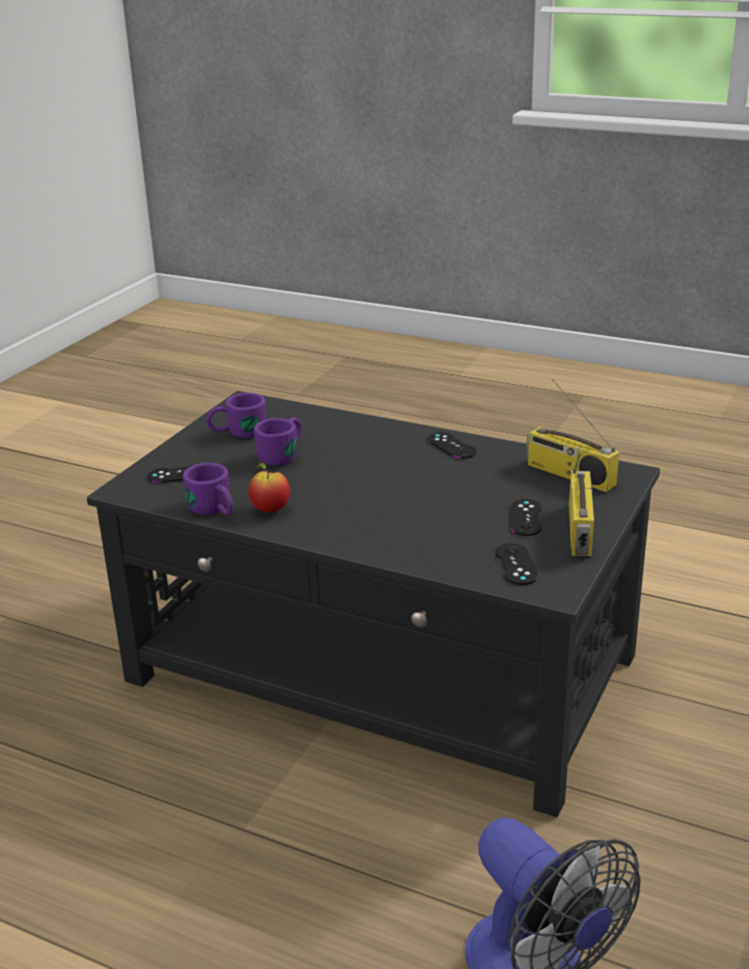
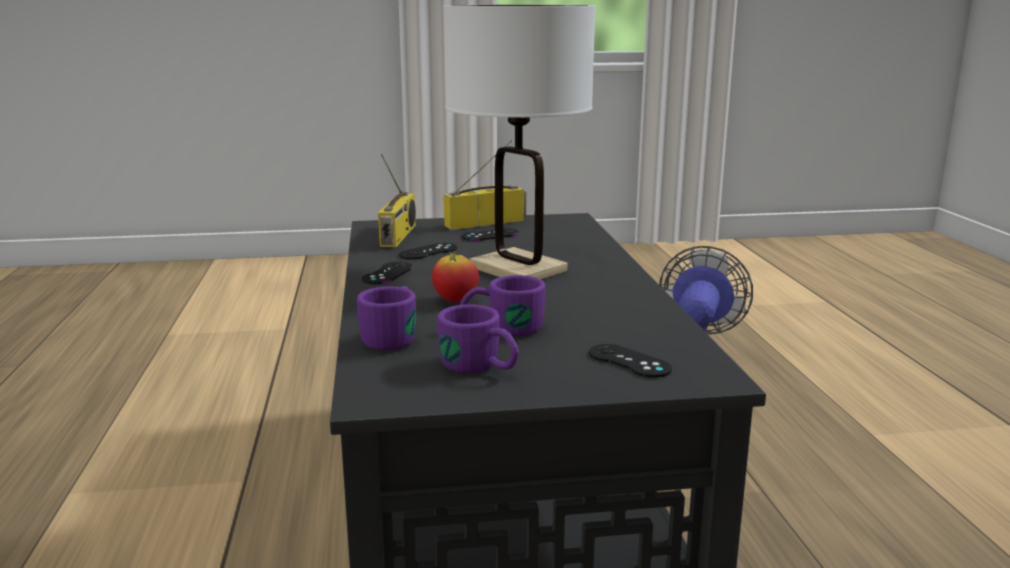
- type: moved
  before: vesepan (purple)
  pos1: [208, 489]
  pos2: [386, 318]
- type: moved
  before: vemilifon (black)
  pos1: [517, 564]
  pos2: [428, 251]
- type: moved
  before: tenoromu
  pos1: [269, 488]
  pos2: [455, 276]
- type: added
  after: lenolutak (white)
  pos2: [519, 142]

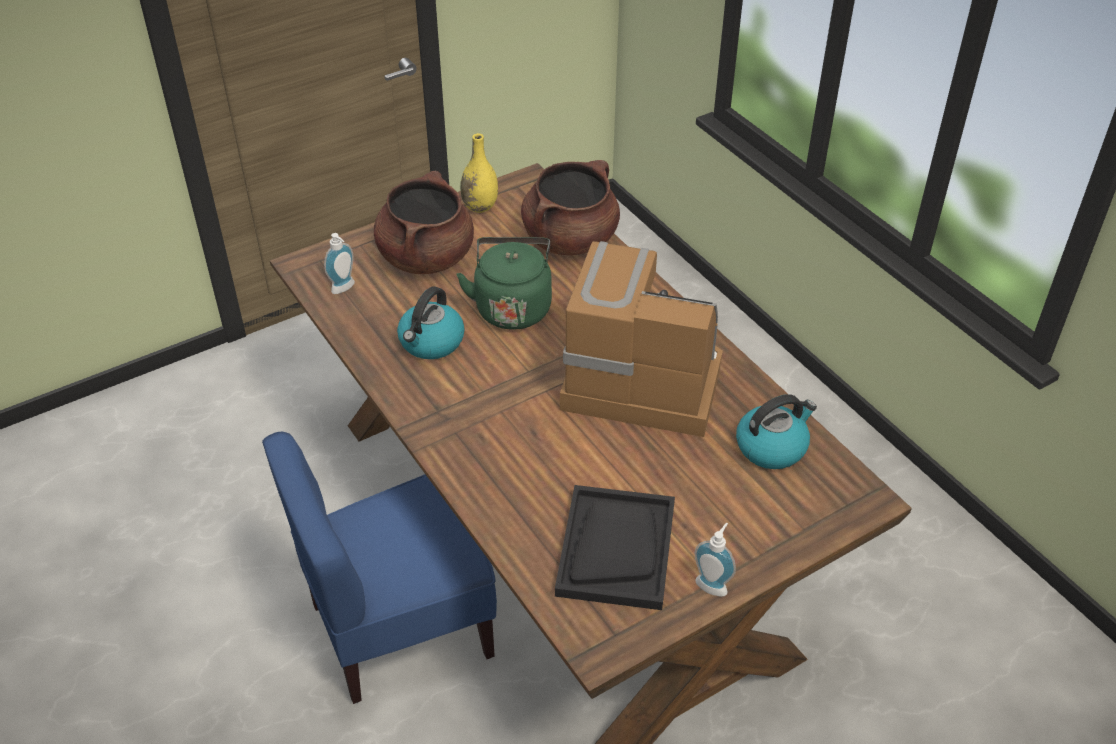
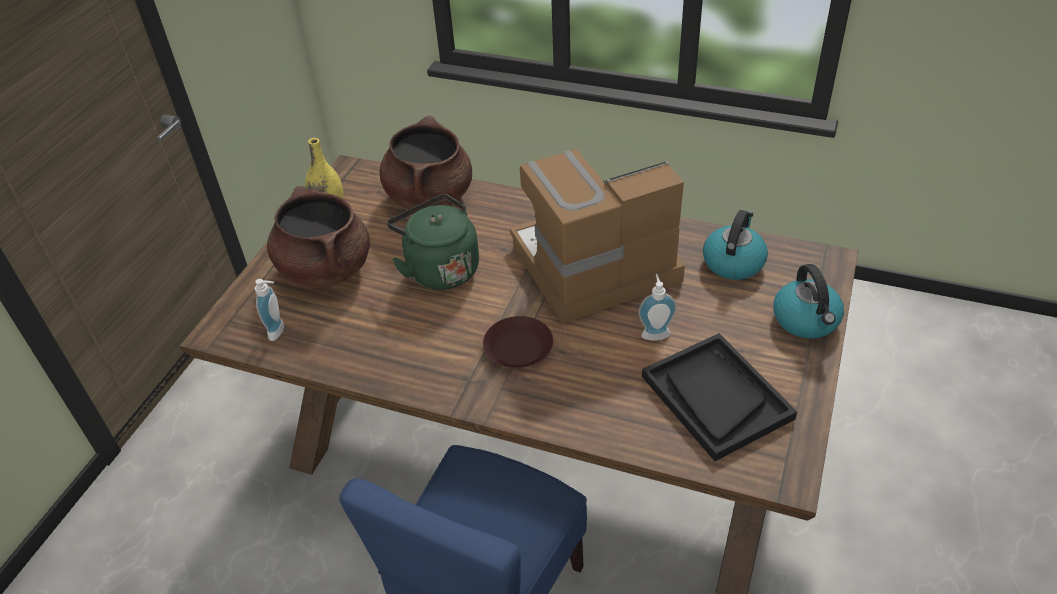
- type: added
  after: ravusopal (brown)
  pos2: [518, 342]
- type: moved
  before: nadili
  pos1: [715, 559]
  pos2: [657, 307]
- type: moved
  before: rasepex
  pos1: [431, 323]
  pos2: [808, 301]

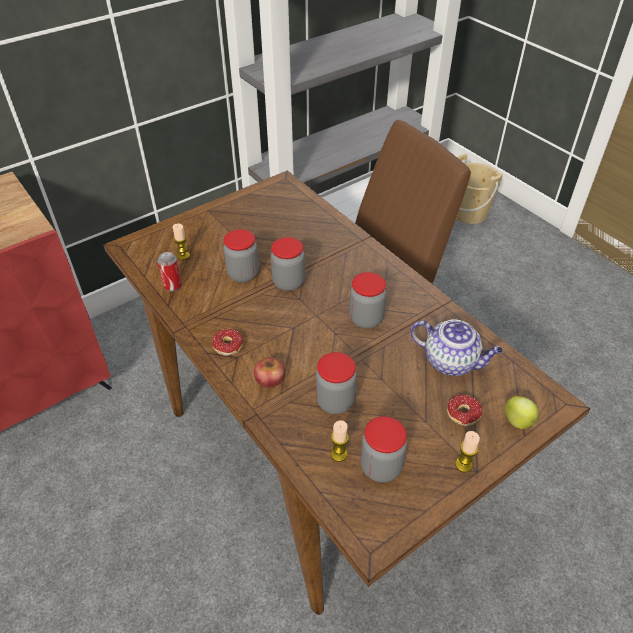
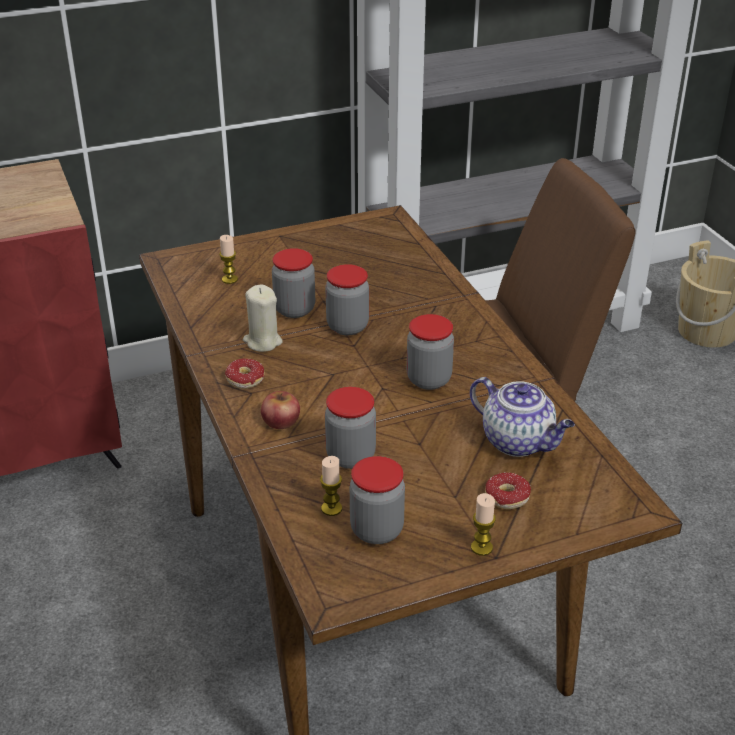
- type: added
  after: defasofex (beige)
  pos2: [263, 318]
- type: removed
  before: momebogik
  pos1: [169, 272]
- type: removed
  before: tenoromu
  pos1: [521, 412]

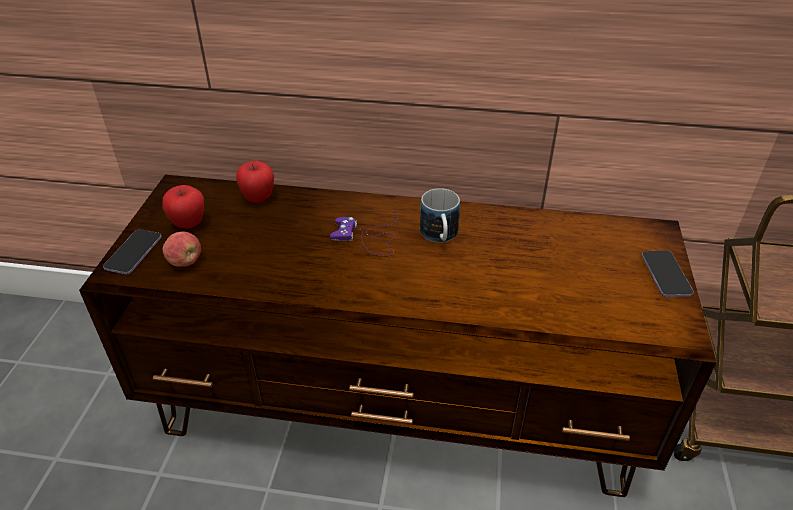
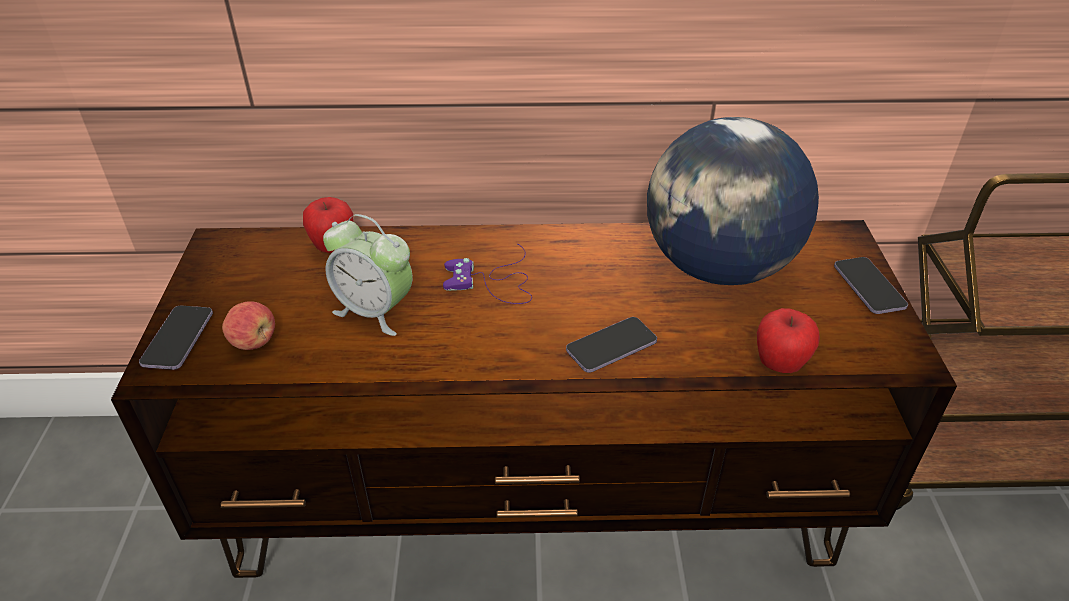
- type: added
  after: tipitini
  pos2: [368, 275]
- type: added
  after: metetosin
  pos2: [611, 345]
- type: added
  after: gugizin
  pos2: [733, 201]
- type: moved
  before: tenoromu
  pos1: [183, 207]
  pos2: [788, 340]
- type: removed
  before: vesepan
  pos1: [440, 215]

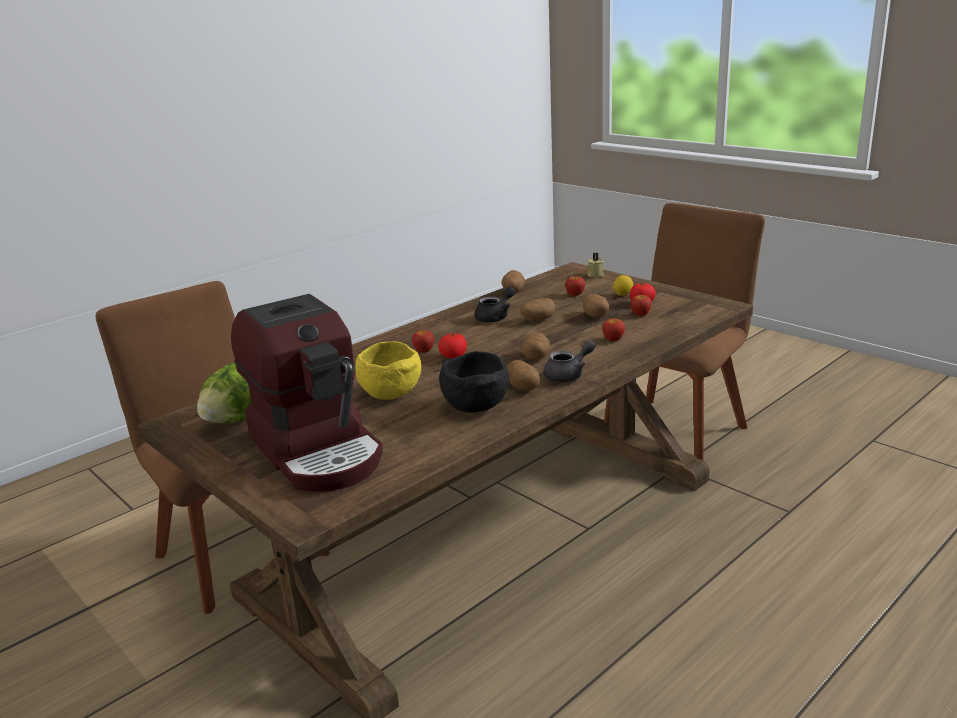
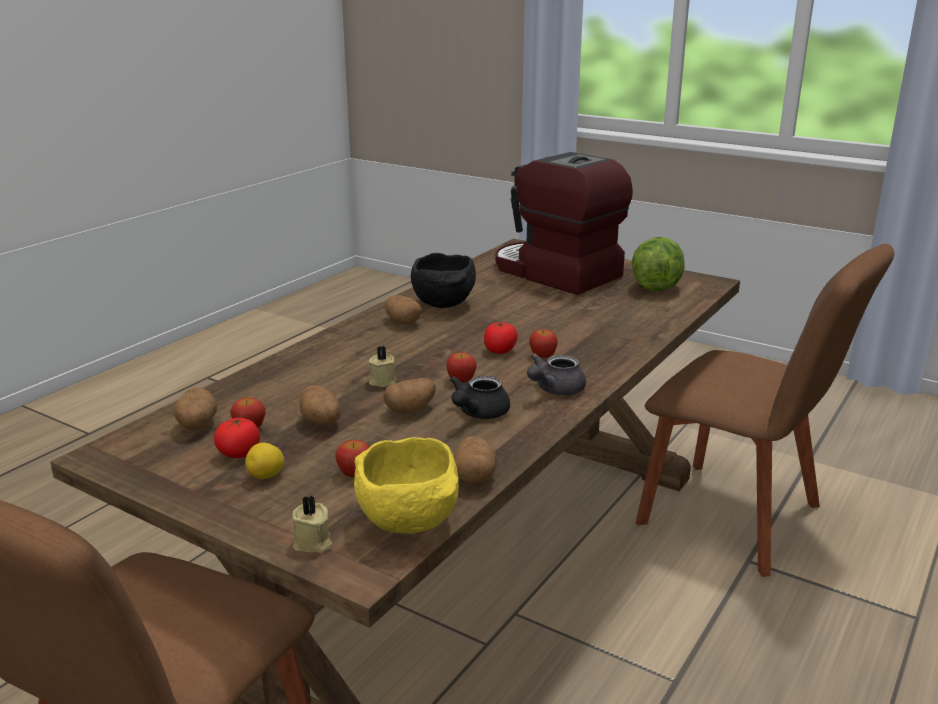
- type: moved
  before: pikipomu
  pos1: [535, 346]
  pos2: [195, 408]
- type: moved
  before: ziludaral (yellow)
  pos1: [388, 370]
  pos2: [406, 485]
- type: added
  after: defasofex (beige)
  pos2: [383, 366]
- type: moved
  before: tenoromu
  pos1: [613, 330]
  pos2: [461, 367]
- type: moved
  before: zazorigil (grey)
  pos1: [569, 361]
  pos2: [556, 374]

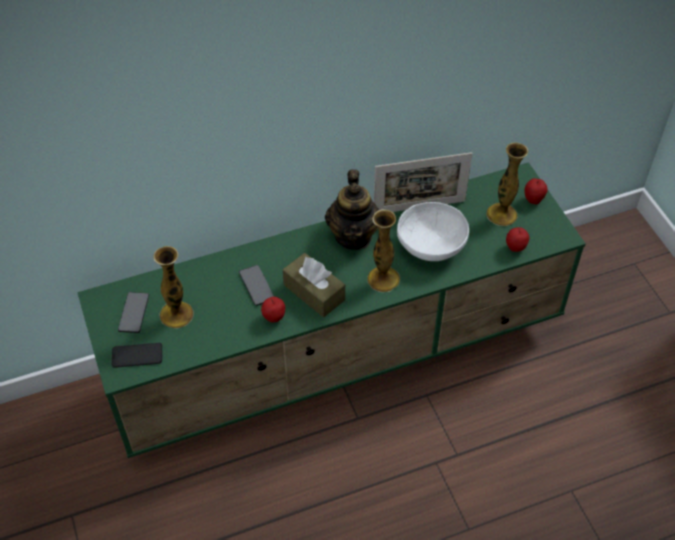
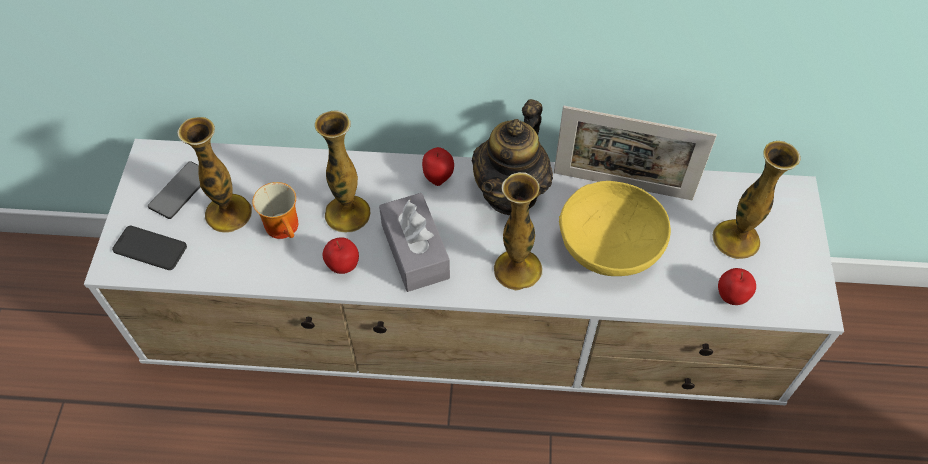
- type: recoloured
  before: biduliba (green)
  after: biduliba (white)
  pos1: [331, 310]
  pos2: [464, 272]
- type: added
  after: vesepan
  pos2: [275, 210]
- type: replaced
  before: metetosin
  after: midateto
  pos1: [256, 285]
  pos2: [342, 171]
- type: recoloured
  before: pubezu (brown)
  after: pubezu (grey)
  pos1: [314, 285]
  pos2: [414, 242]
- type: moved
  before: tenoromu
  pos1: [536, 191]
  pos2: [438, 166]
- type: recoloured
  before: ziludaral (white)
  after: ziludaral (yellow)
  pos1: [433, 231]
  pos2: [615, 228]

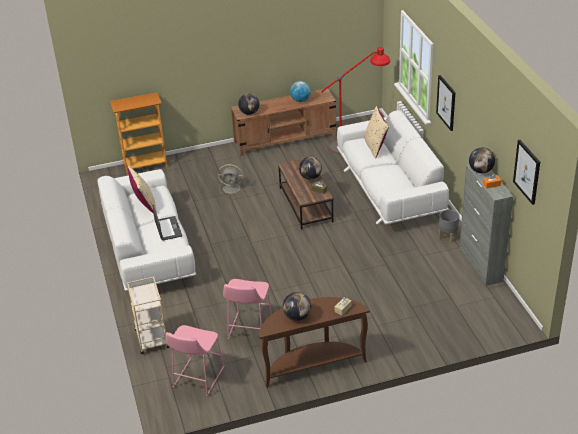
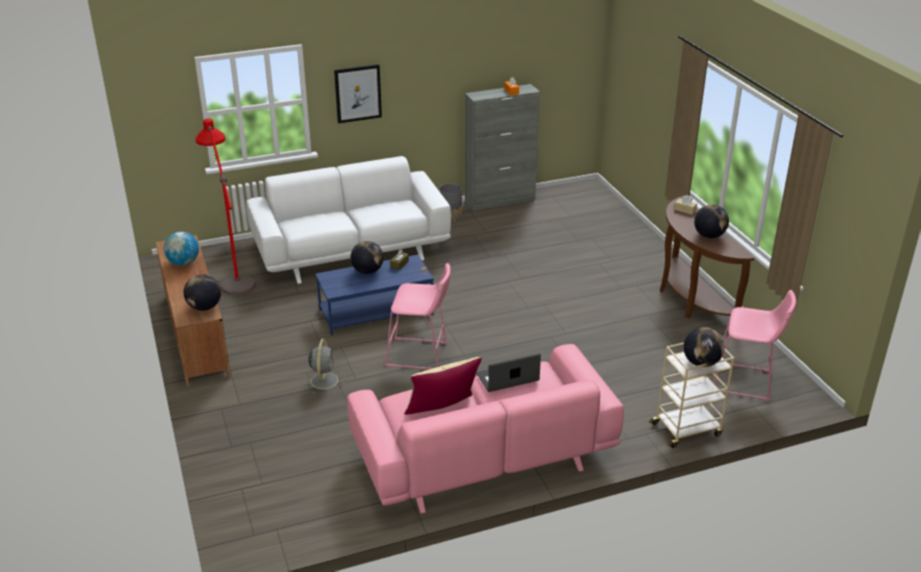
- type: recoloured
  before: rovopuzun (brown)
  after: rovopuzun (blue)
  pos1: [306, 194]
  pos2: [374, 295]
- type: recoloured
  before: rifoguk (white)
  after: rifoguk (pink)
  pos1: [147, 230]
  pos2: [485, 428]
- type: moved
  before: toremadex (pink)
  pos1: [247, 309]
  pos2: [418, 316]
- type: moved
  before: gugizin
  pos1: [482, 160]
  pos2: [703, 347]
- type: removed
  before: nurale
  pos1: [139, 134]
- type: removed
  before: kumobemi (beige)
  pos1: [376, 132]
- type: removed
  before: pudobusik
  pos1: [526, 172]

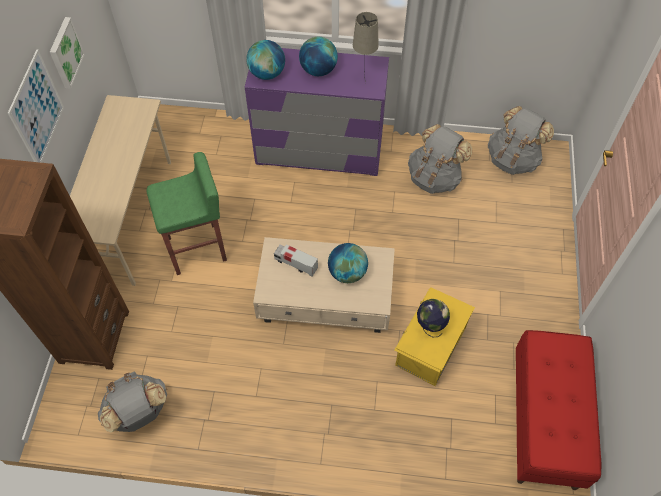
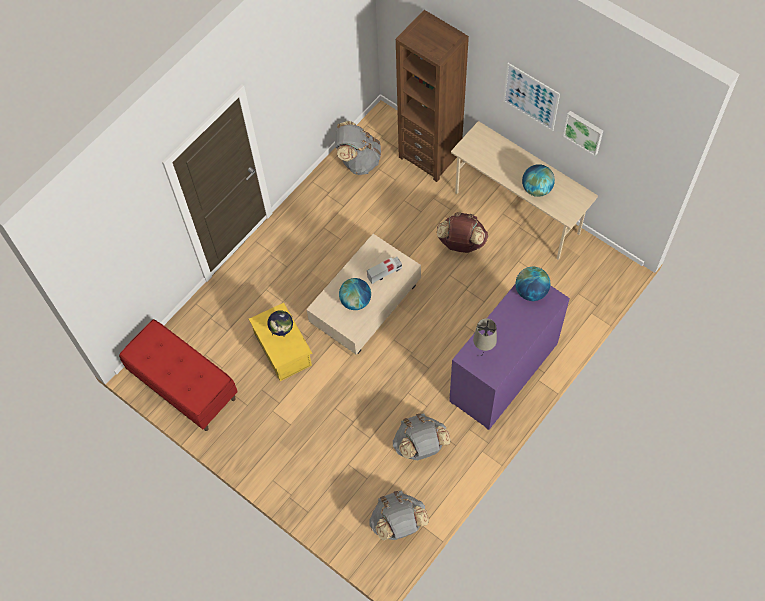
- type: replaced
  before: toremadex (green)
  after: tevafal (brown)
  pos1: [187, 213]
  pos2: [462, 232]
- type: moved
  before: gugizin
  pos1: [318, 56]
  pos2: [538, 180]

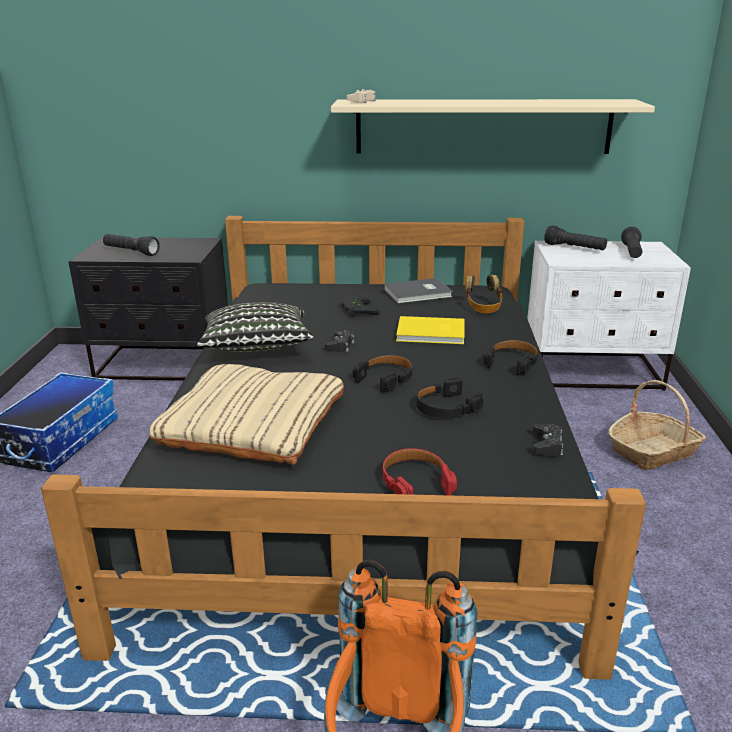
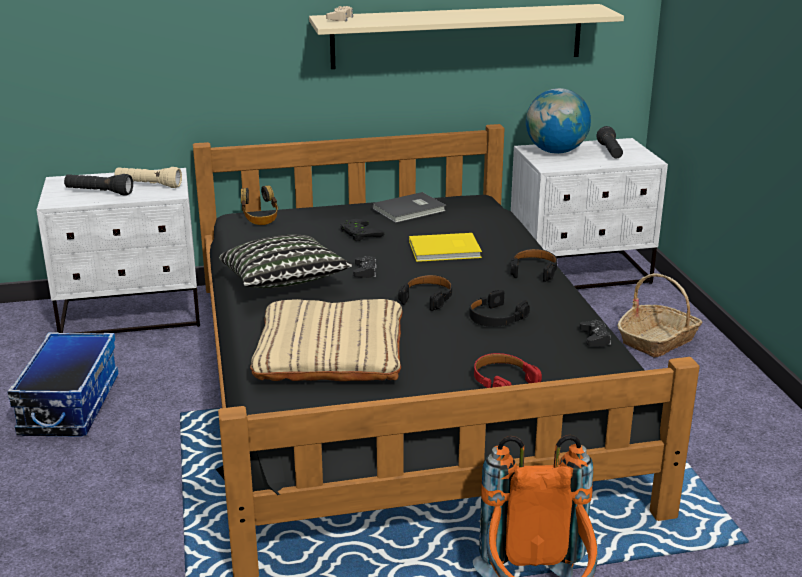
- type: recoloured
  before: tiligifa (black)
  after: tiligifa (white)
  pos1: [148, 309]
  pos2: [118, 250]
- type: added
  after: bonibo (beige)
  pos2: [148, 177]
- type: moved
  before: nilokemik
  pos1: [484, 294]
  pos2: [259, 205]
- type: replaced
  before: bonibo (black)
  after: gugizin
  pos1: [575, 237]
  pos2: [558, 121]

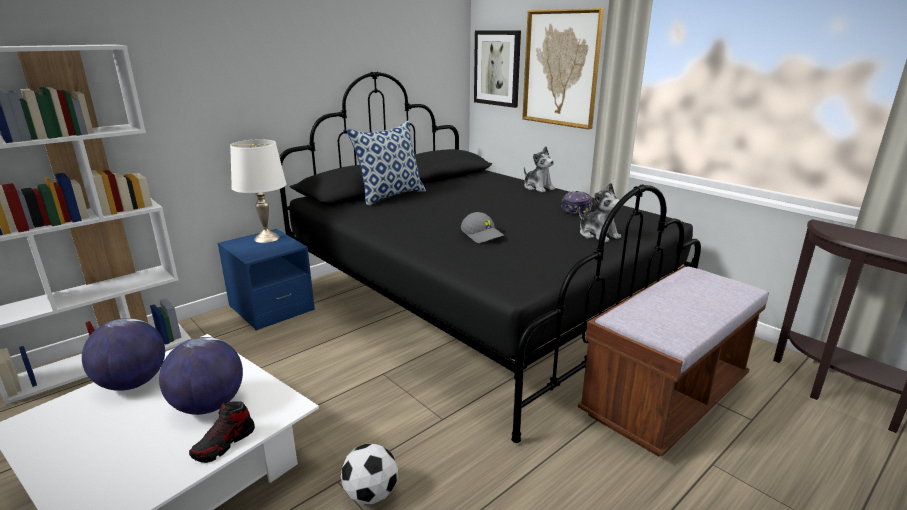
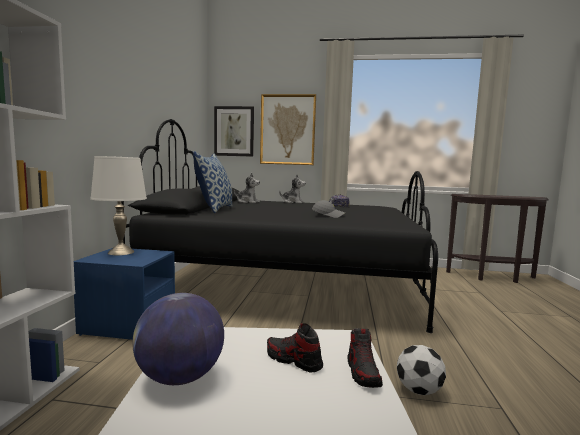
- type: moved
  before: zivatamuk
  pos1: [600, 213]
  pos2: [247, 188]
- type: replaced
  before: gugizin
  after: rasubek
  pos1: [201, 376]
  pos2: [295, 348]
- type: removed
  before: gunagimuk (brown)
  pos1: [673, 361]

